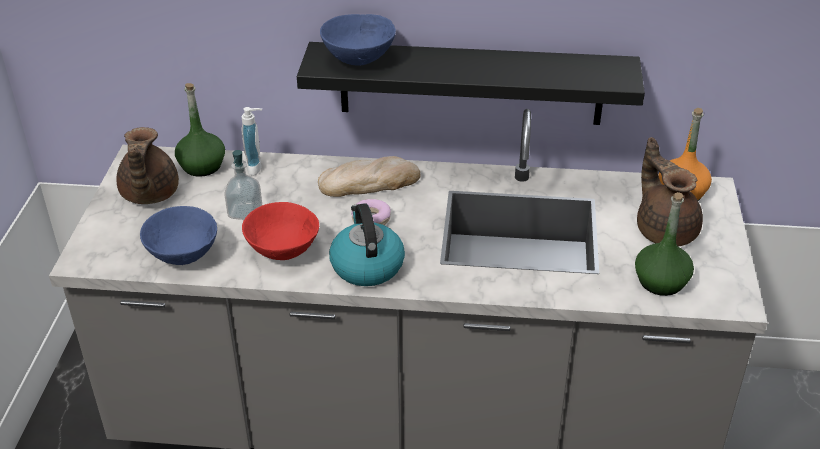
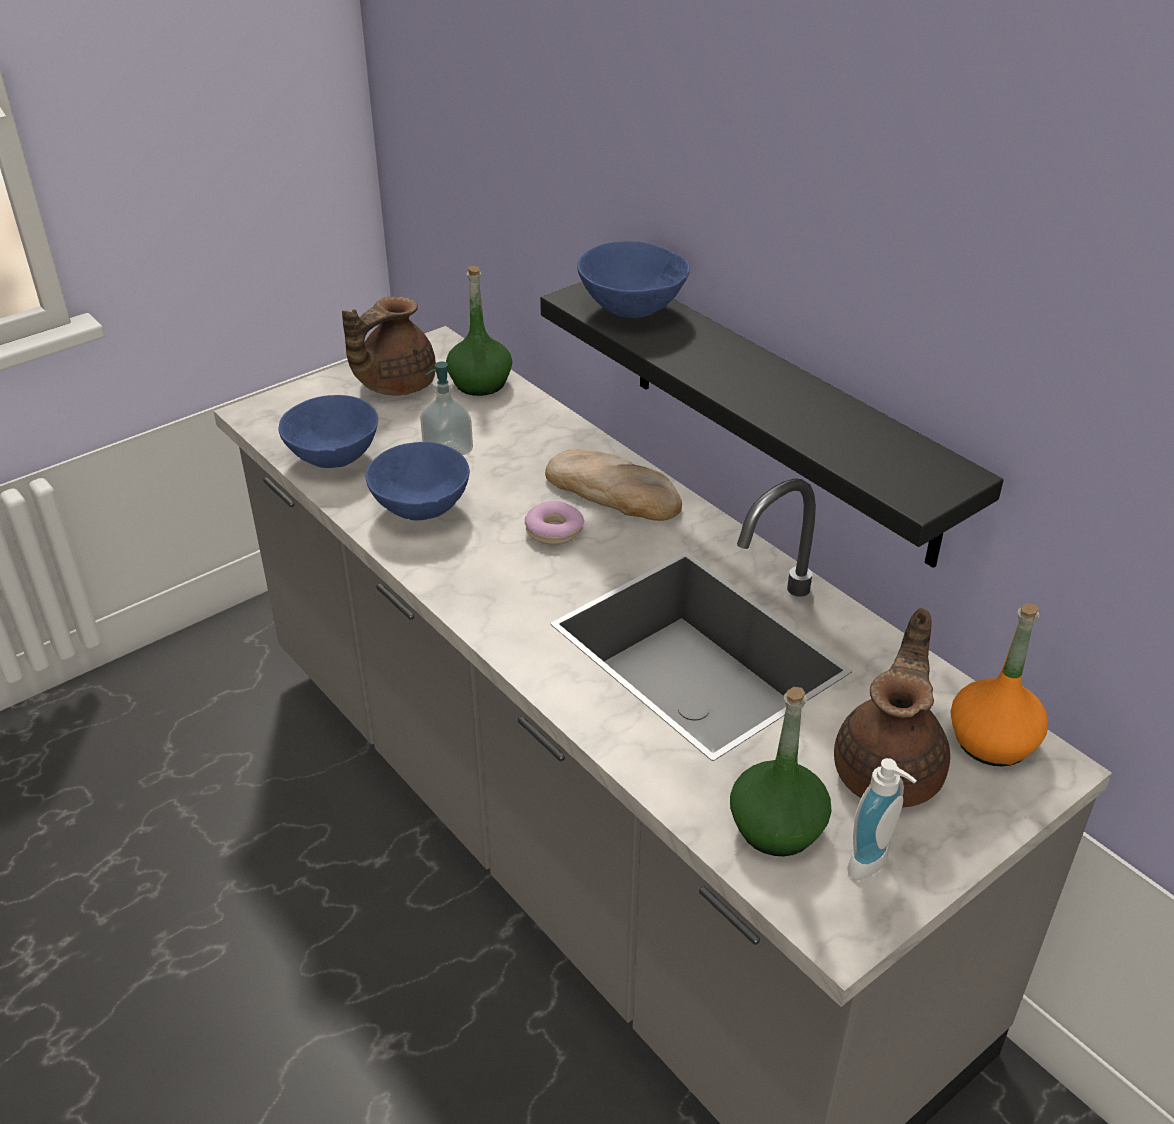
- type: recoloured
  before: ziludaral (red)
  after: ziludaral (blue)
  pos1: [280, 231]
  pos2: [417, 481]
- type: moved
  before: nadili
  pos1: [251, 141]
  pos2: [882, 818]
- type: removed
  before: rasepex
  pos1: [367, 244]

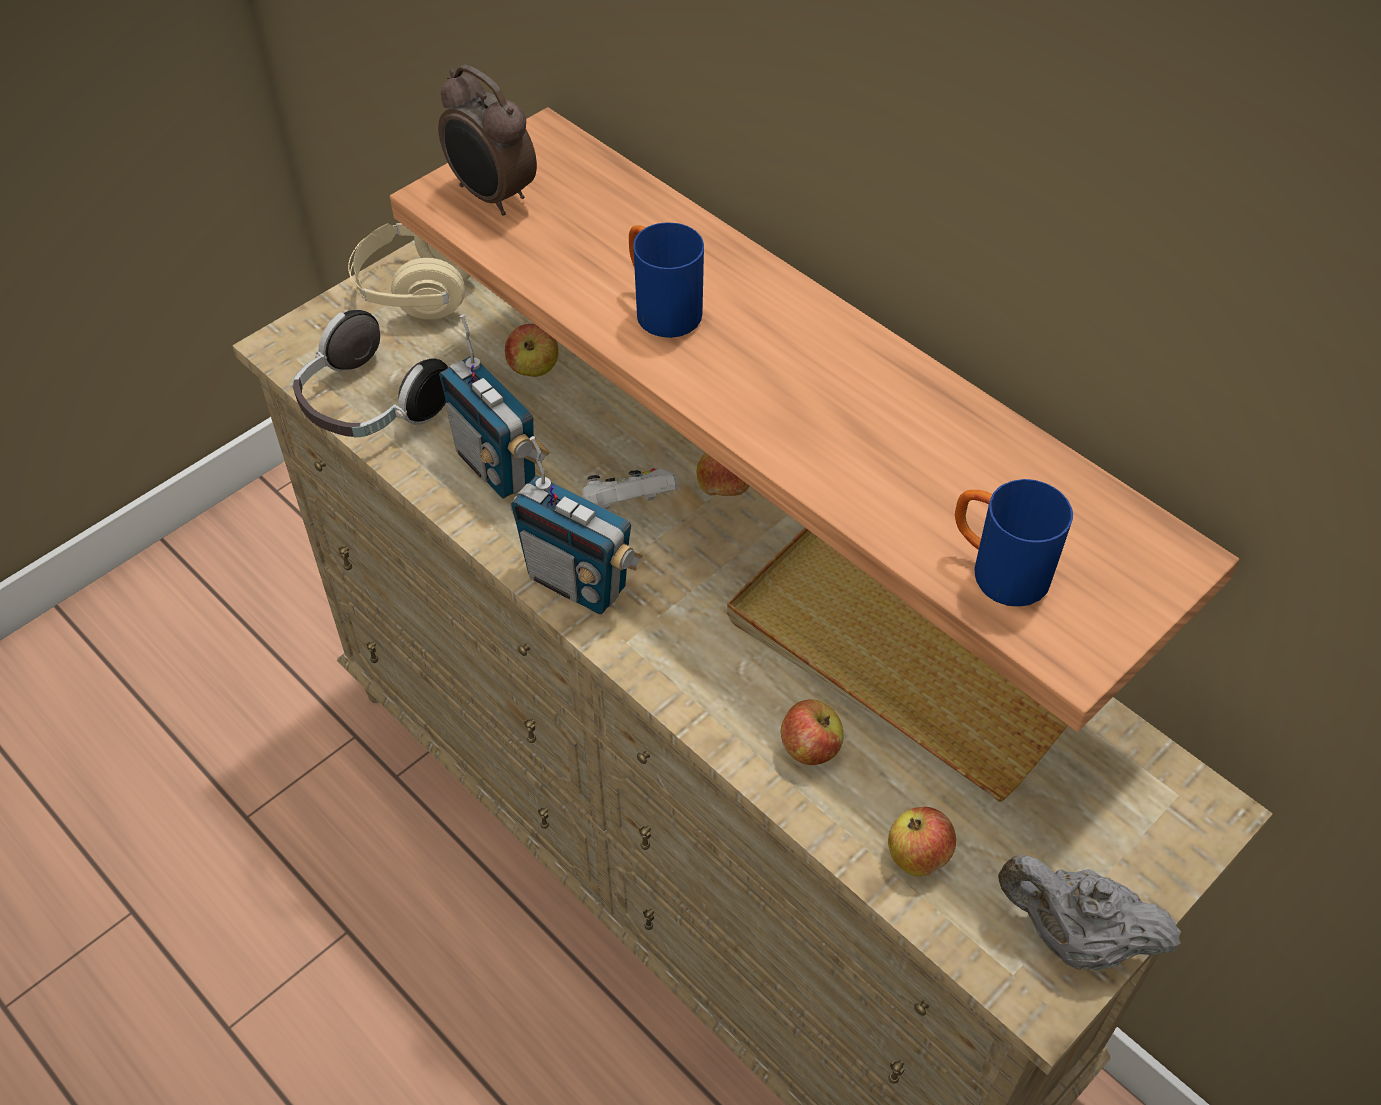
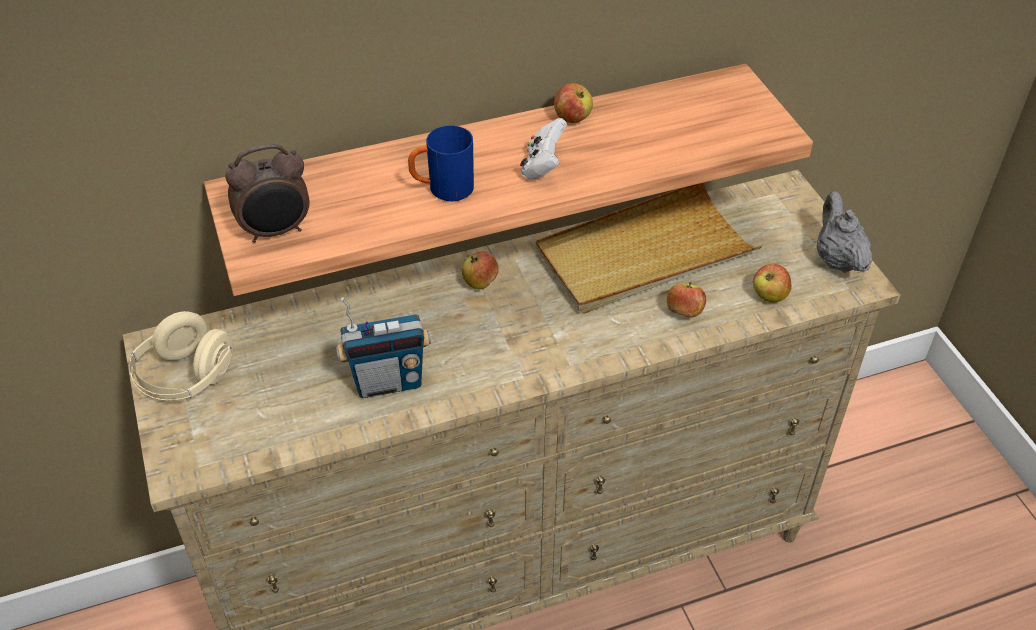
- type: moved
  before: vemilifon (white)
  pos1: [630, 489]
  pos2: [543, 149]
- type: moved
  before: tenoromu
  pos1: [532, 350]
  pos2: [573, 103]
- type: turned
  before: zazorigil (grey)
  pos1: [1089, 912]
  pos2: [845, 232]
  turn: 120
- type: removed
  before: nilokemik
  pos1: [370, 373]
- type: removed
  before: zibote
  pos1: [577, 525]
- type: removed
  before: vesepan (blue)
  pos1: [1014, 542]

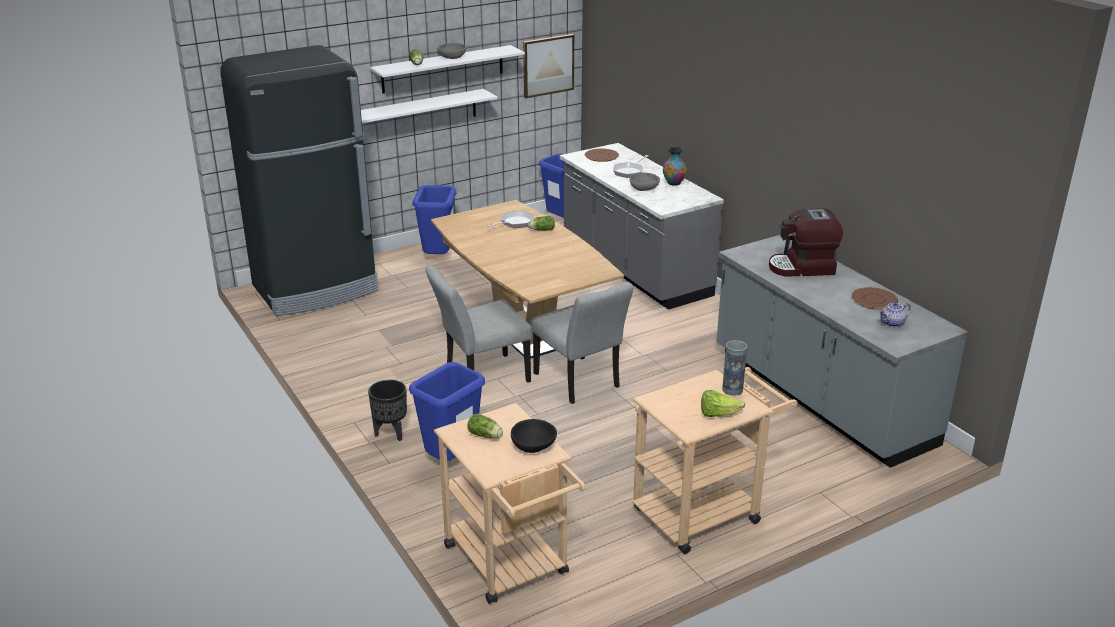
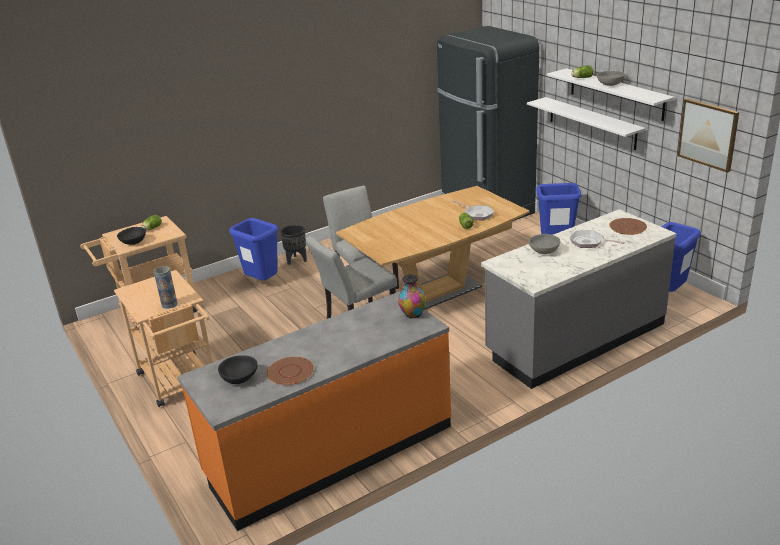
- type: recoloured
  before: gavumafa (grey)
  after: gavumafa (orange)
  pos1: [842, 351]
  pos2: [314, 411]
- type: replaced
  before: zazorigil
  after: ziludaral (black)
  pos1: [895, 314]
  pos2: [238, 369]
- type: moved
  before: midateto
  pos1: [675, 166]
  pos2: [412, 296]
- type: removed
  before: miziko
  pos1: [723, 403]
- type: removed
  before: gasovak
  pos1: [806, 242]

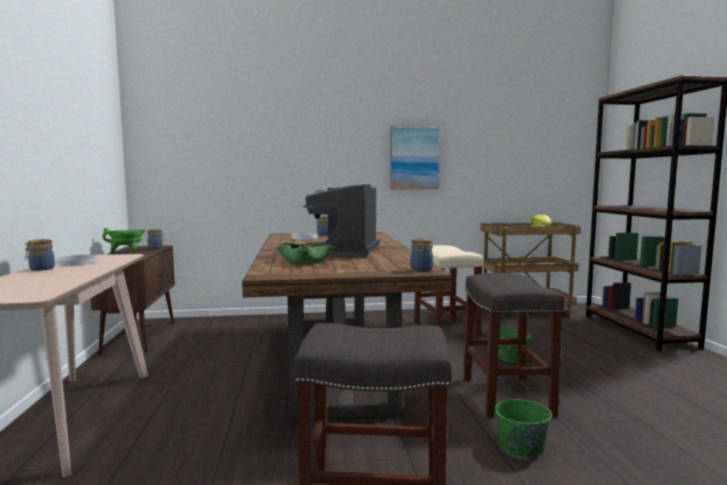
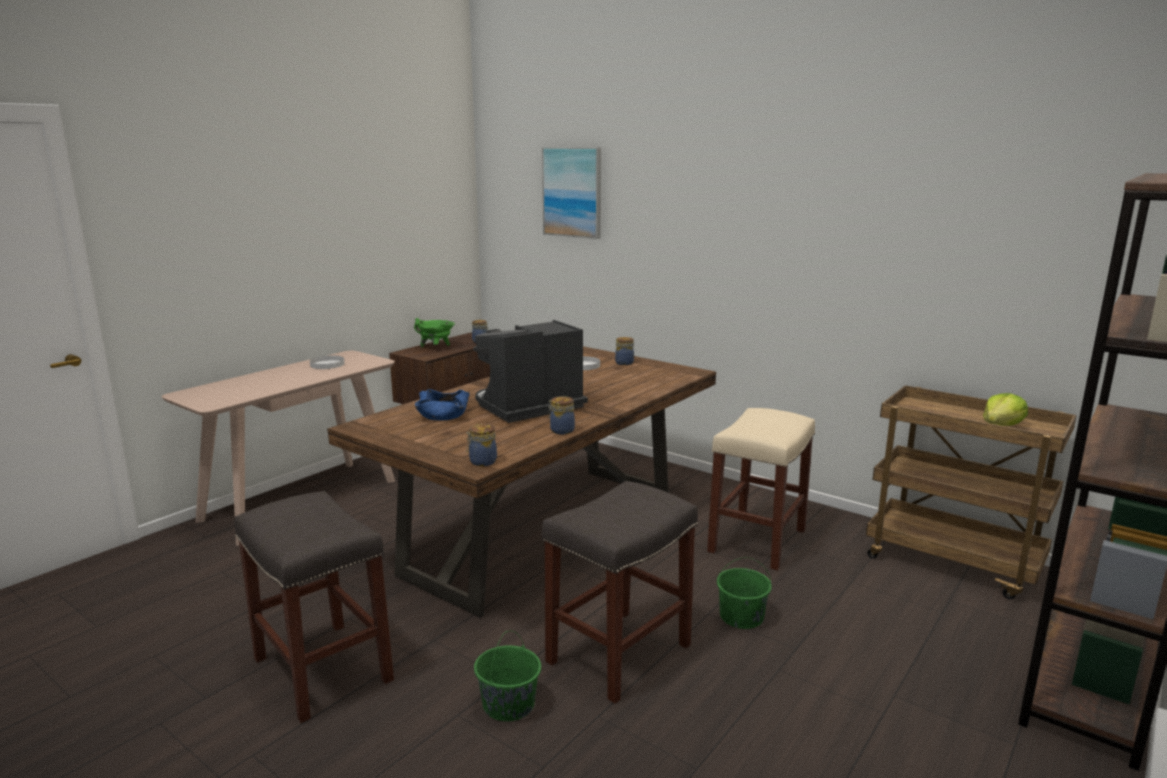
- type: recoloured
  before: ziludaral (green)
  after: ziludaral (blue)
  pos1: [305, 253]
  pos2: [442, 405]
- type: moved
  before: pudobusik
  pos1: [415, 158]
  pos2: [571, 193]
- type: moved
  before: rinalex
  pos1: [40, 255]
  pos2: [561, 415]

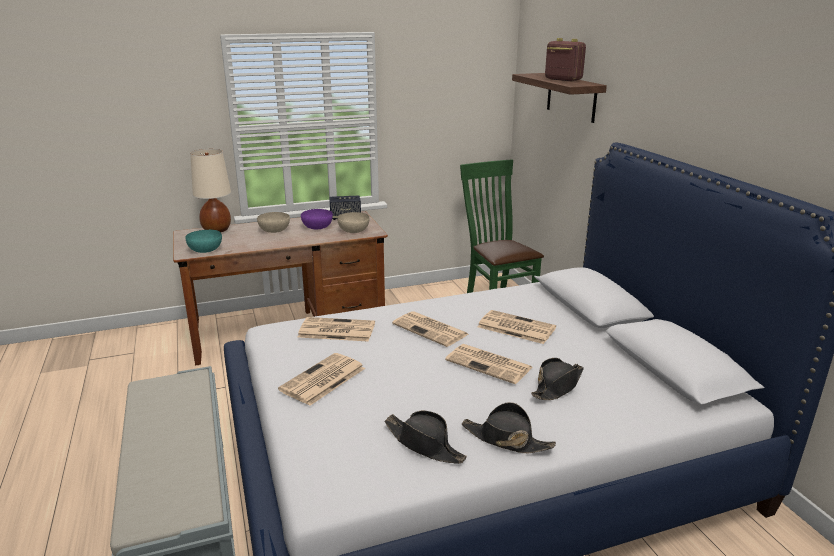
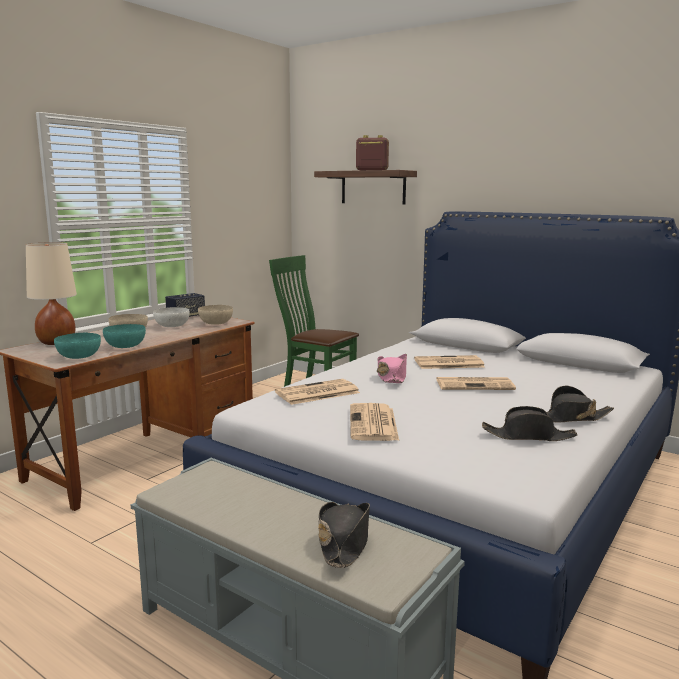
- type: added
  after: ziludaral (turquoise)
  pos2: [124, 336]
- type: recoloured
  before: ziludaral (purple)
  after: ziludaral (white)
  pos1: [317, 219]
  pos2: [171, 317]
- type: moved
  before: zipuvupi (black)
  pos1: [557, 379]
  pos2: [344, 535]
- type: replaced
  before: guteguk
  after: zipuvupi (pink)
  pos1: [430, 329]
  pos2: [392, 368]

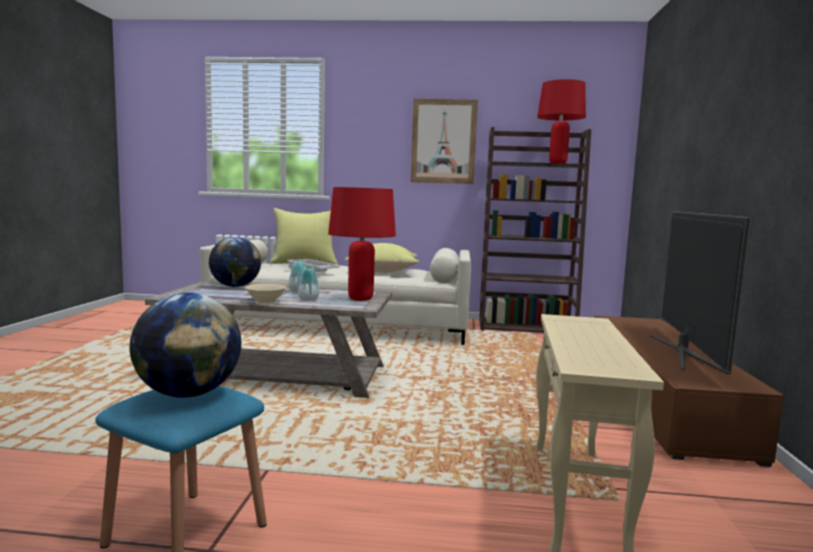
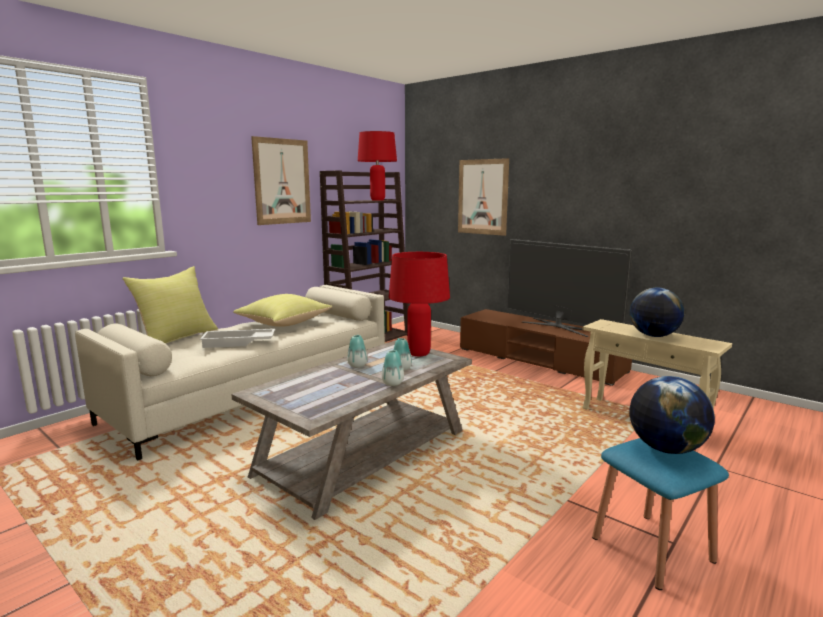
- type: replaced
  before: ziludaral (beige)
  after: midateto
  pos1: [265, 294]
  pos2: [393, 368]
- type: added
  after: pudobusik
  pos2: [483, 197]
- type: moved
  before: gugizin
  pos1: [235, 262]
  pos2: [657, 312]

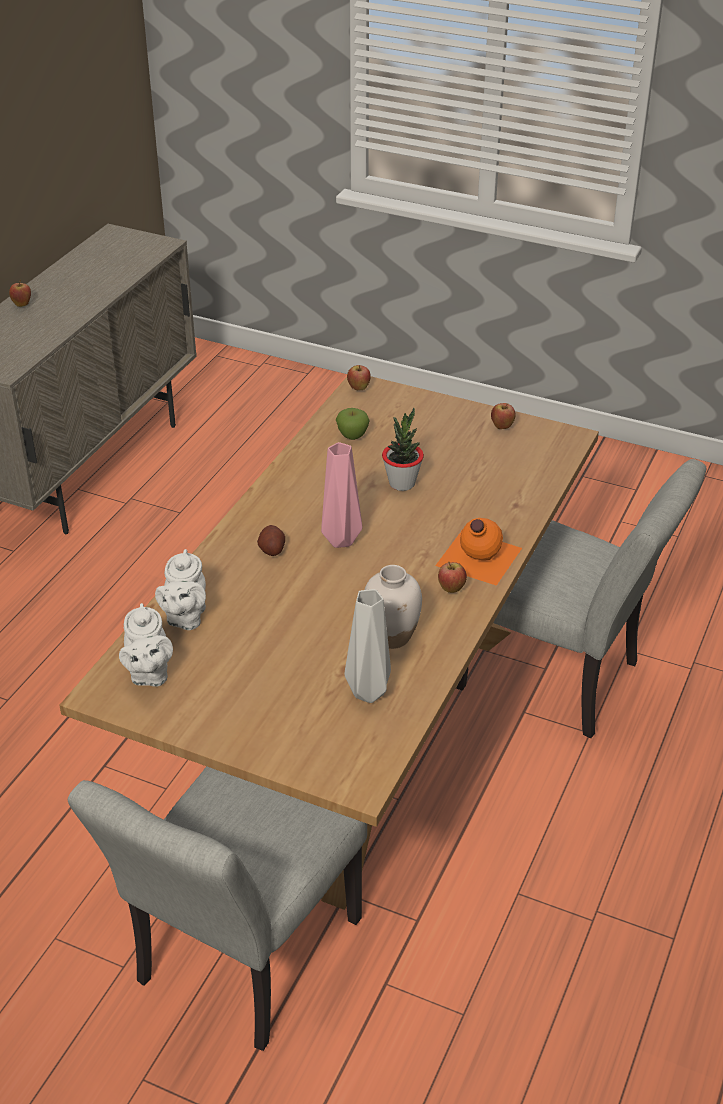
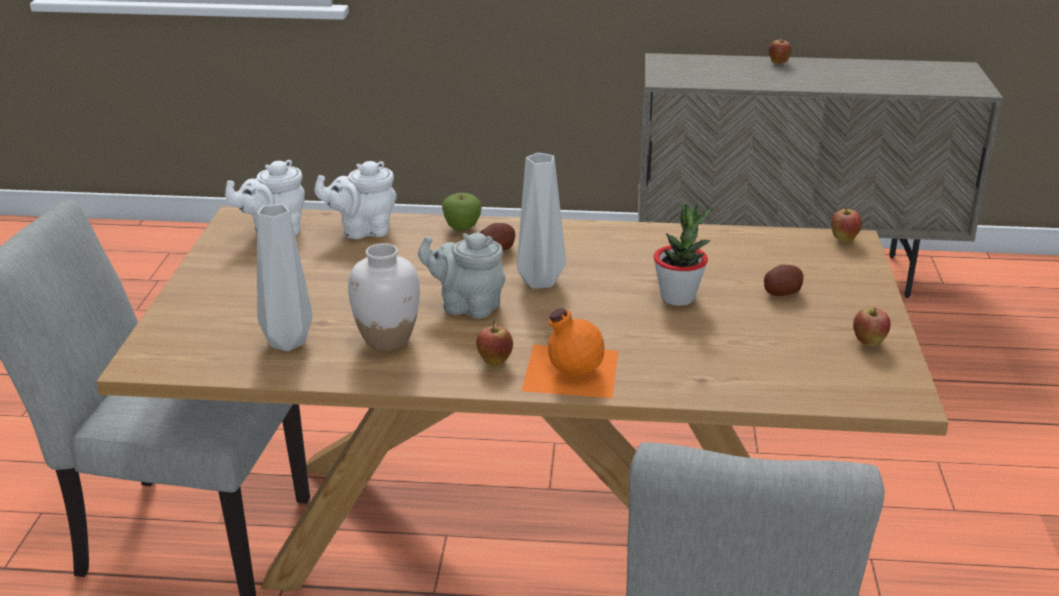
- type: added
  after: zazorigil (grey)
  pos2: [462, 275]
- type: moved
  before: tenoromu
  pos1: [353, 424]
  pos2: [462, 212]
- type: recoloured
  before: midateto (pink)
  after: midateto (grey)
  pos1: [341, 495]
  pos2: [541, 221]
- type: added
  after: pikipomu
  pos2: [783, 280]

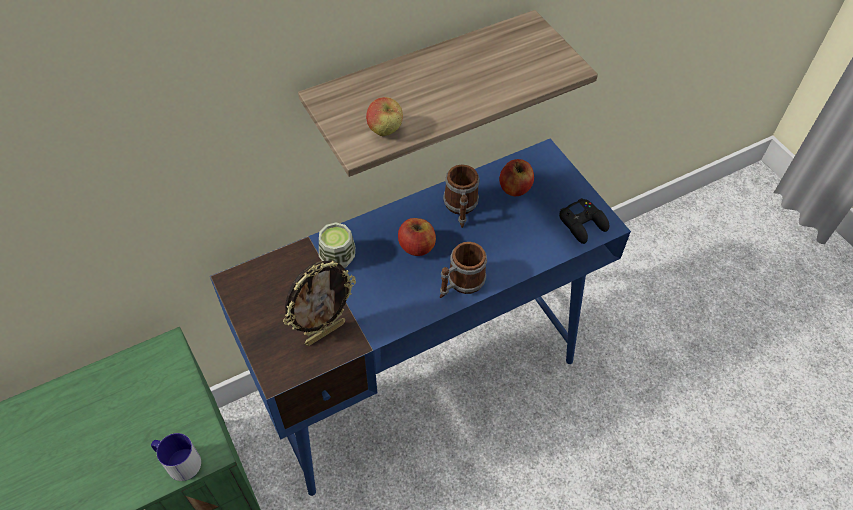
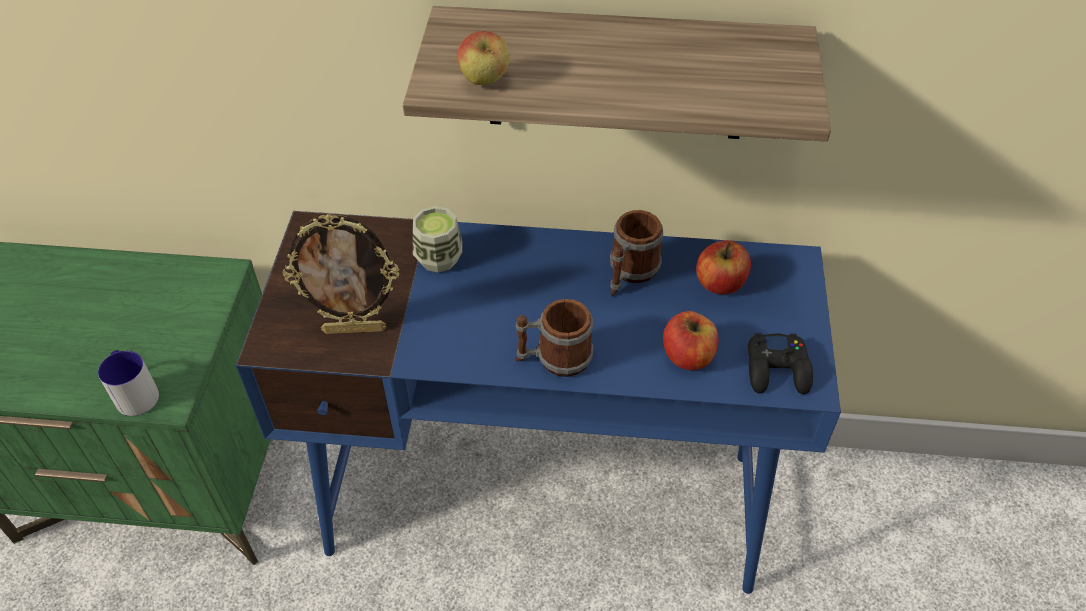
- type: moved
  before: tenoromu
  pos1: [417, 237]
  pos2: [691, 340]

